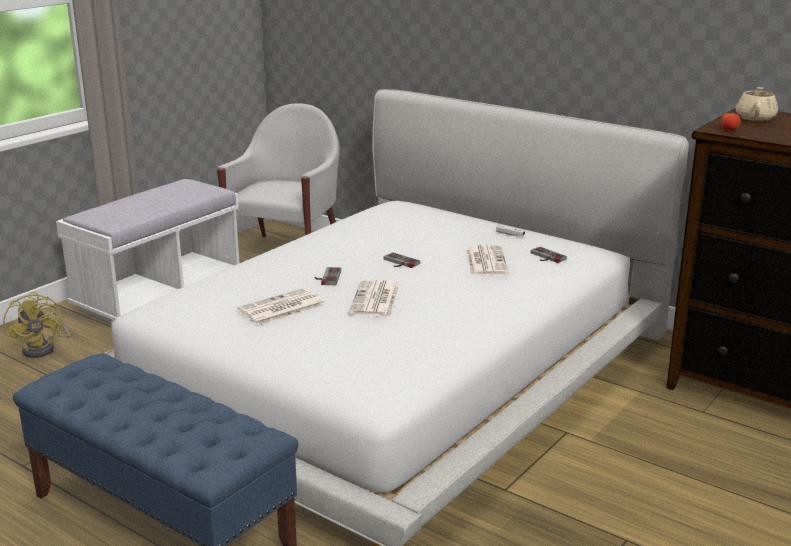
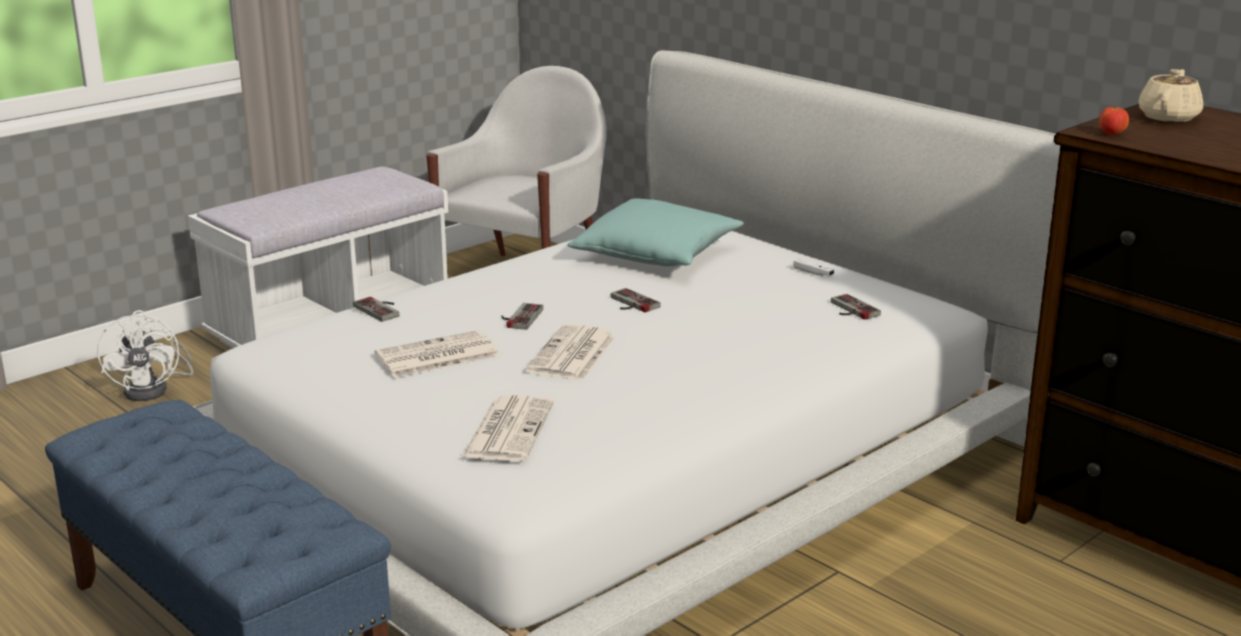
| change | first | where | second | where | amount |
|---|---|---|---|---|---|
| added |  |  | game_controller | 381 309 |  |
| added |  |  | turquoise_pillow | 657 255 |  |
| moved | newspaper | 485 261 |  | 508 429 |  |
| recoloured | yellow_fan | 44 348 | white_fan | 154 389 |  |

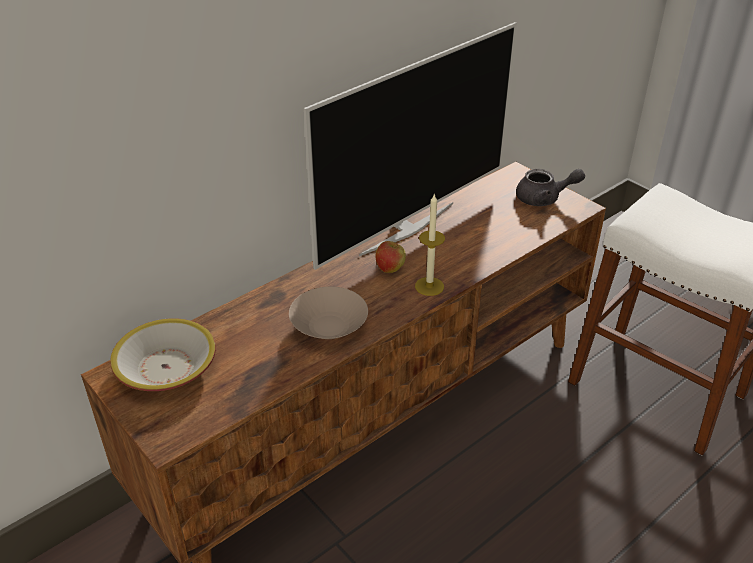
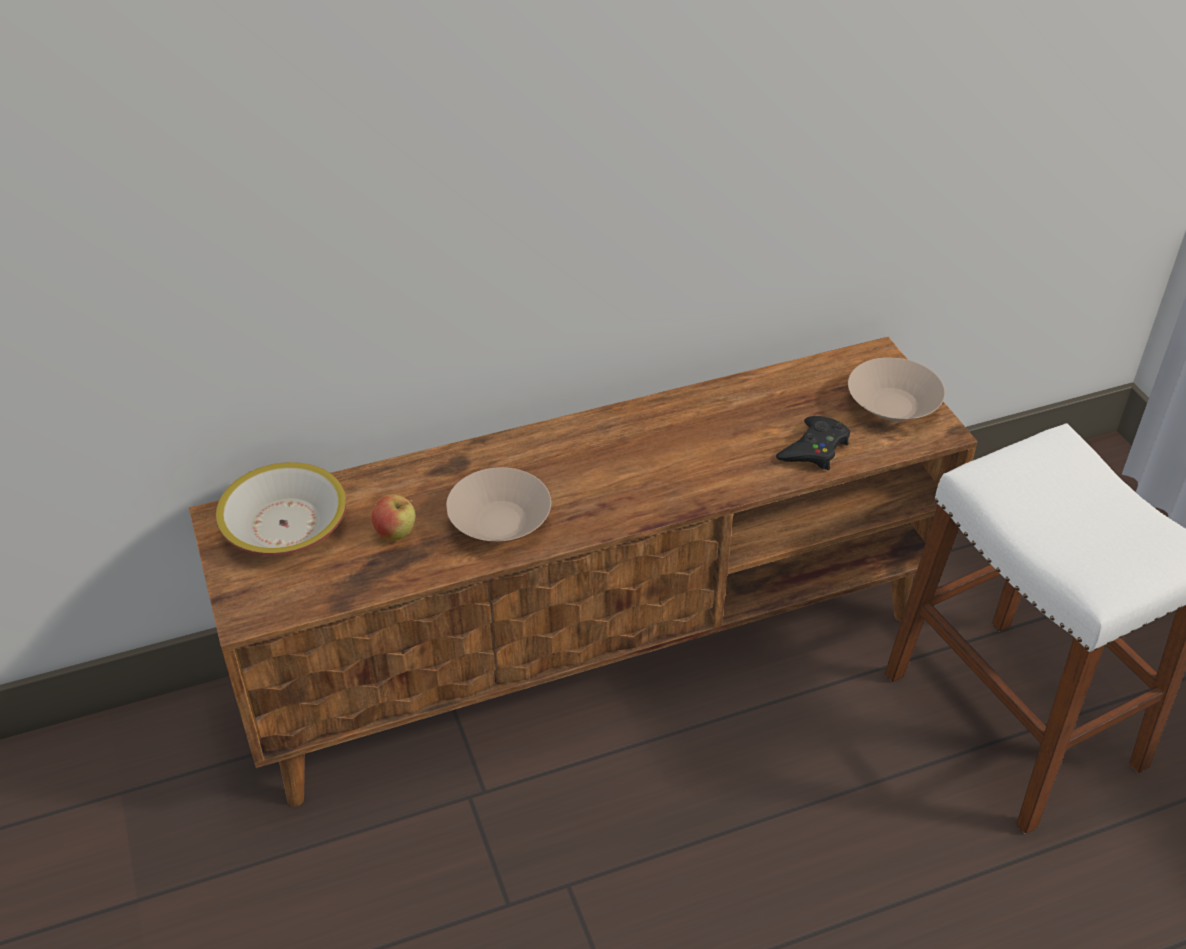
| change | first | where | second | where | amount |
|---|---|---|---|---|---|
| removed | television | 406 228 |  |  |  |
| removed | candle | 429 286 |  |  |  |
| added |  |  | black_game_controller | 814 449 |  |
| moved | apple | 390 269 |  | 396 534 |  |
| replaced | grey_teapot | 544 199 | beige_bowl | 893 406 |  |

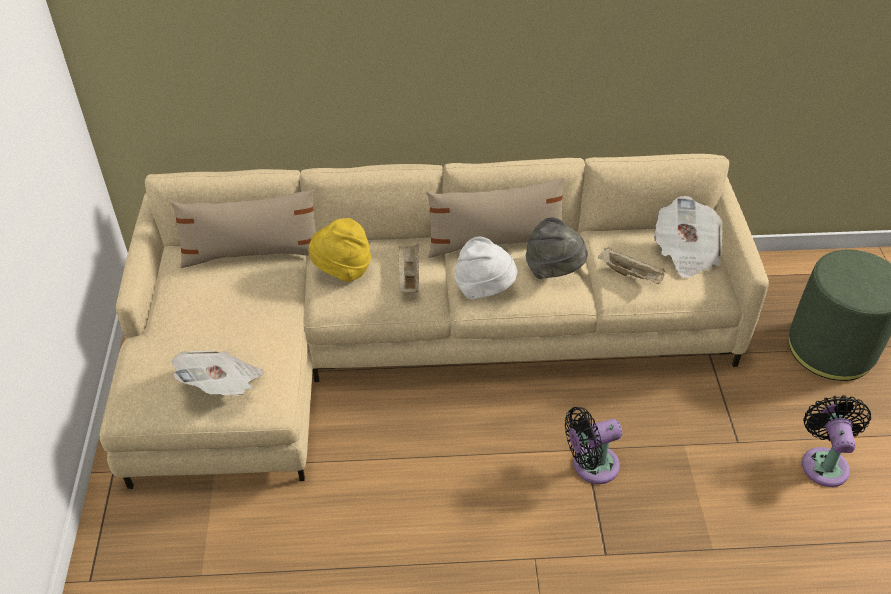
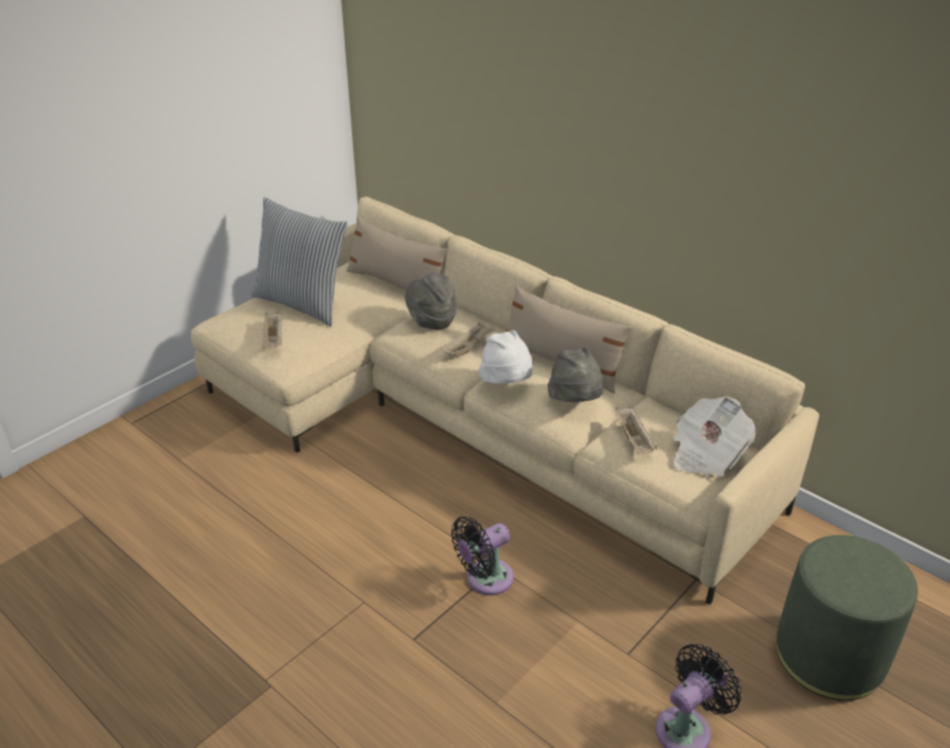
| change | first | where | second | where | amount |
|---|---|---|---|---|---|
| added |  |  | pillow | 302 303 |  |
| replaced | newspaper | 222 386 | beige_tray | 273 339 |  |
| recoloured | yellow_hat | 342 270 | grey_hat | 431 321 |  |
| turned | black_fan | 591 466 |  | 485 579 | 60 degrees counterclockwise |

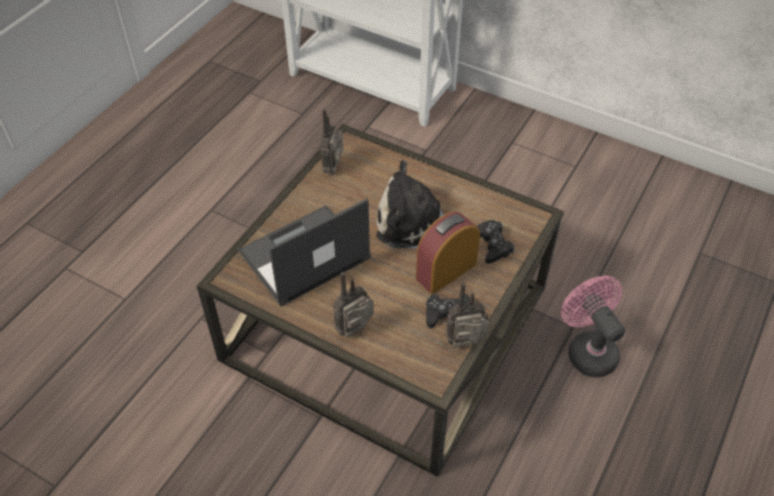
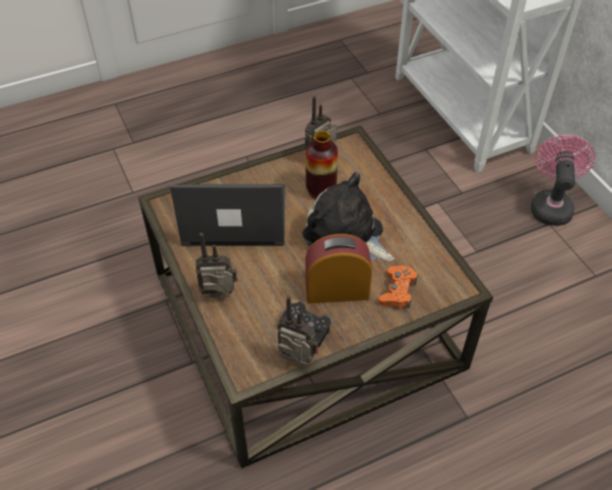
| change | first | where | second | where | amount |
|---|---|---|---|---|---|
| added |  |  | vase | 321 190 |  |
| moved | pink_fan | 587 350 |  | 550 205 |  |
| recoloured | black_game_controller | 492 245 | orange_game_controller | 397 291 |  |

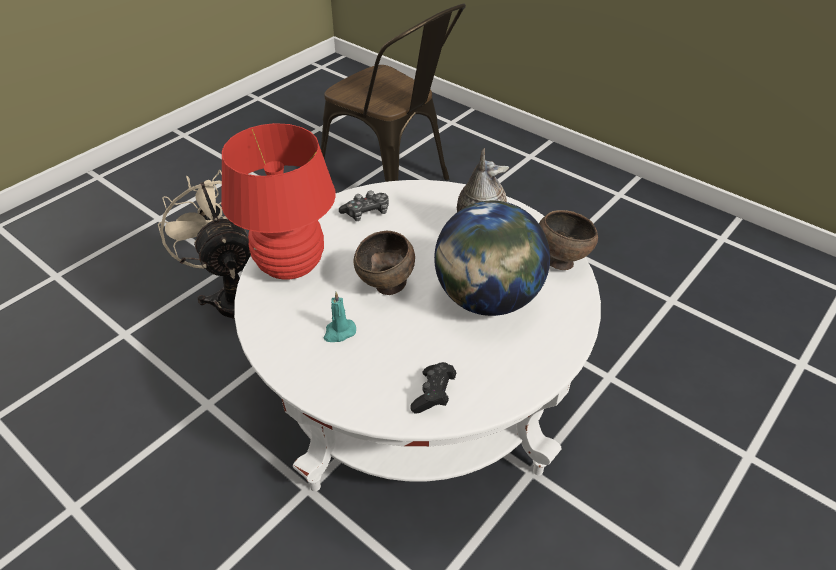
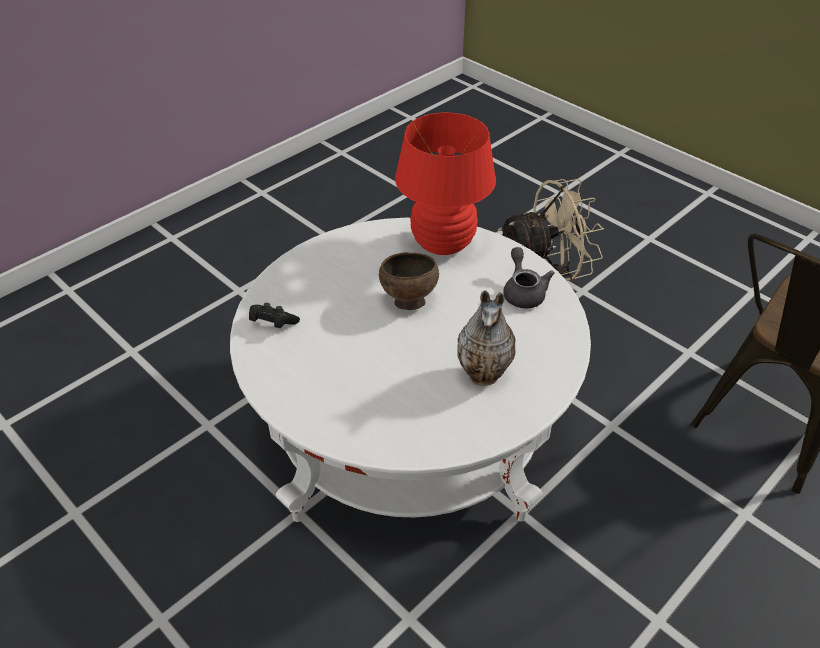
| change | first | where | second | where | amount |
|---|---|---|---|---|---|
| removed | turquoise_candle | 339 332 |  |  |  |
| removed | globe | 487 299 |  |  |  |
| removed | brown_bowl | 561 261 |  |  |  |
| replaced | game_controller | 366 212 | grey_teapot | 523 292 |  |

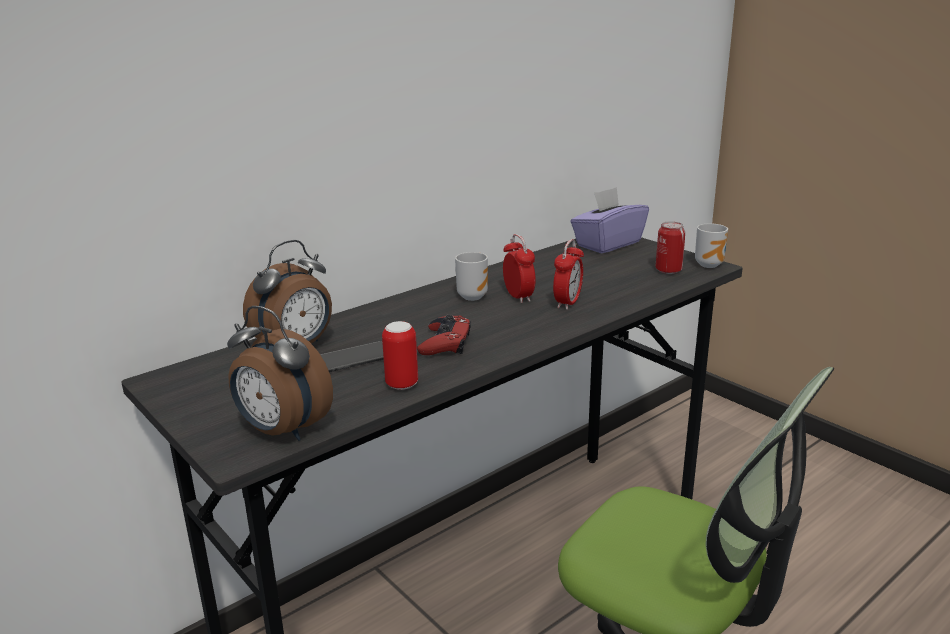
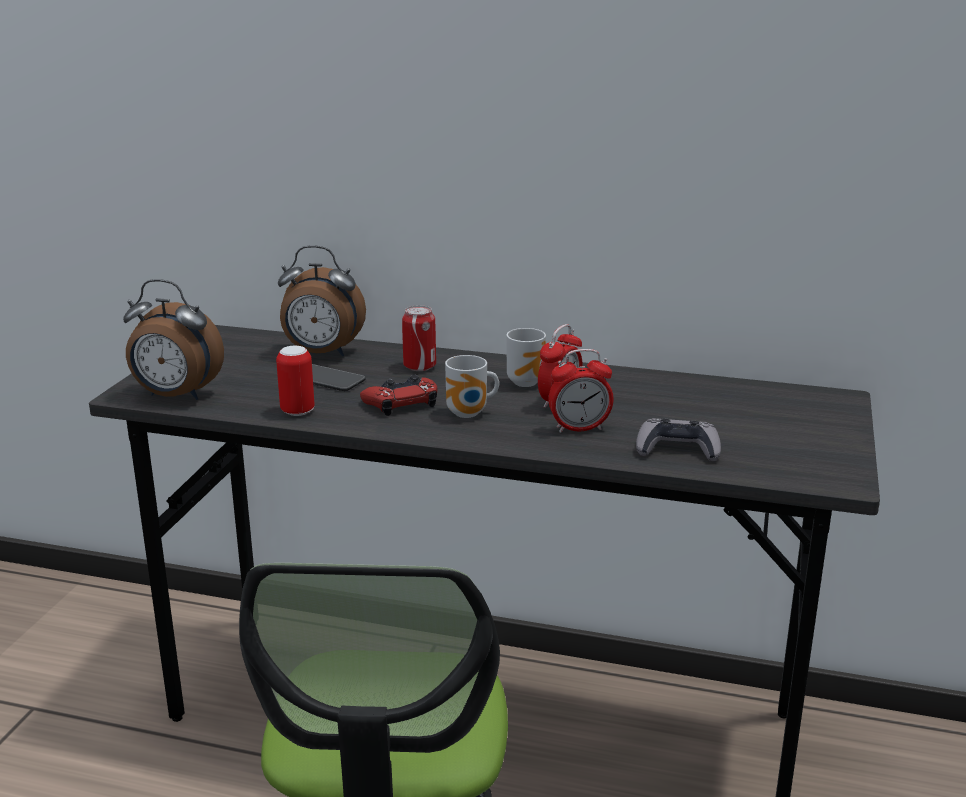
| change | first | where | second | where | amount |
|---|---|---|---|---|---|
| removed | purple_tissue_box | 607 244 |  |  |  |
| added |  |  | grey_game_controller | 677 449 |  |
| moved | can | 668 270 |  | 419 366 |  |
| moved | mug | 710 264 |  | 470 414 |  |
| turned | alarm_clock | 281 431 |  | 176 396 | 75 degrees counterclockwise |

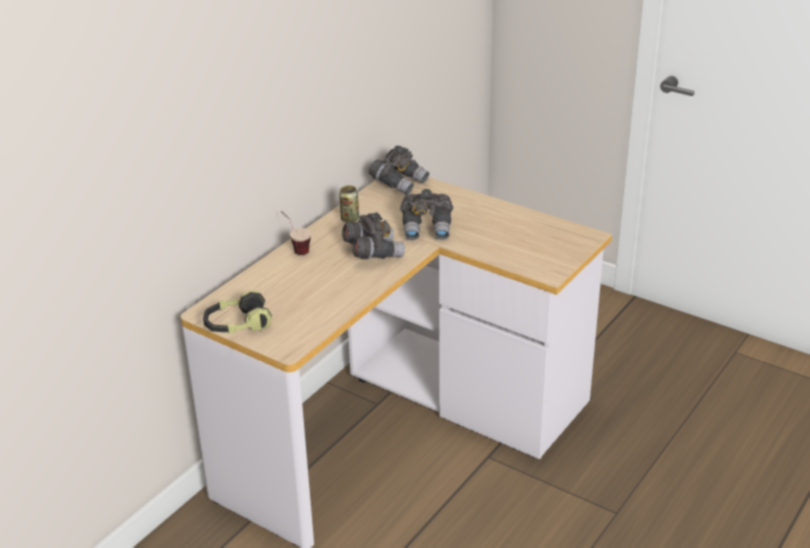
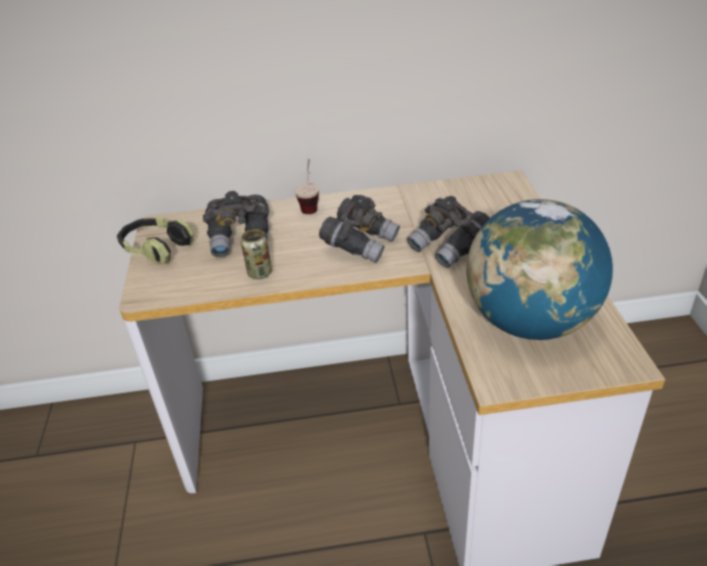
| change | first | where | second | where | amount |
|---|---|---|---|---|---|
| added |  |  | globe | 530 322 |  |
| moved | can | 349 219 |  | 259 273 |  |
| moved | grey_binoculars | 399 183 |  | 241 239 |  |

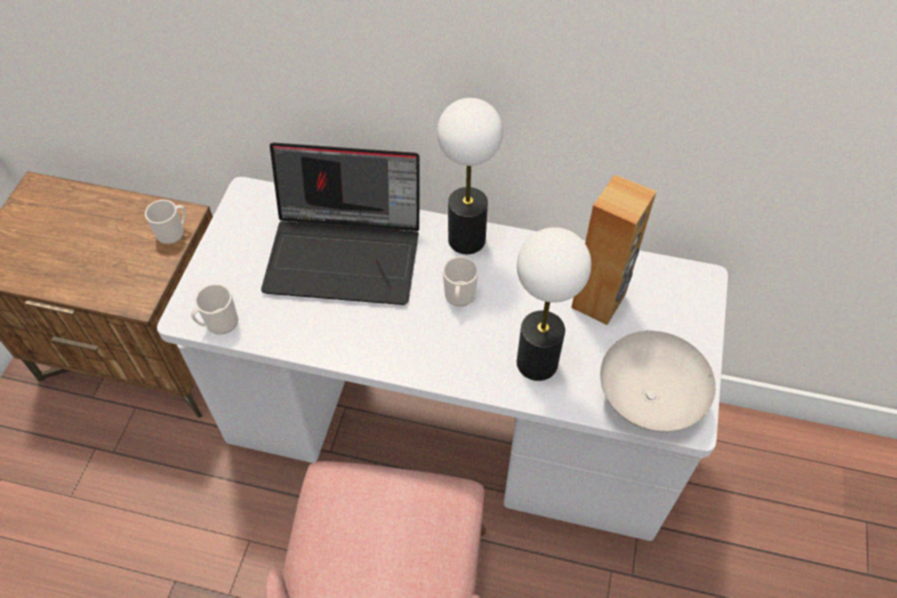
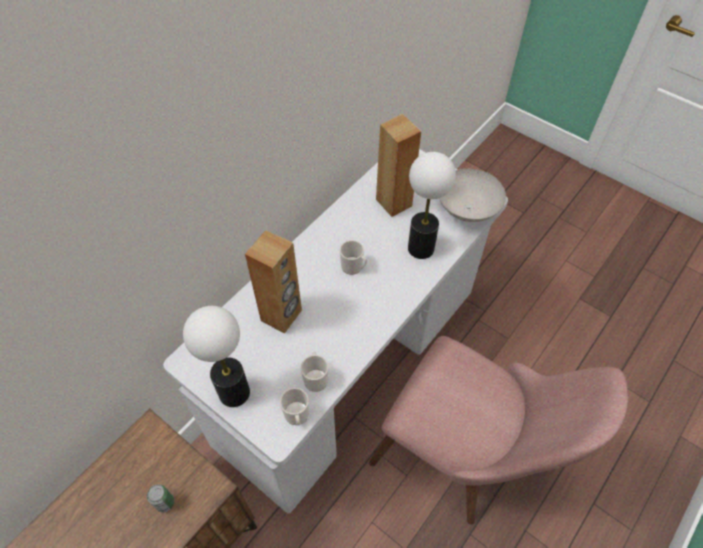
| change | first | where | second | where | amount |
|---|---|---|---|---|---|
| added |  |  | can | 165 503 |  |
| moved | mug | 173 232 |  | 315 378 |  |
| moved | table_lamp | 467 240 |  | 235 392 |  |
| replaced | laptop | 347 253 | brown_speaker | 282 315 |  |

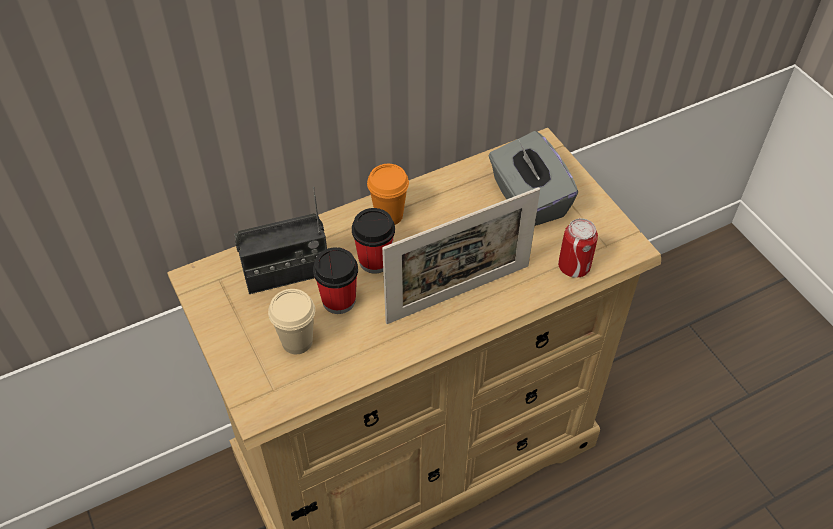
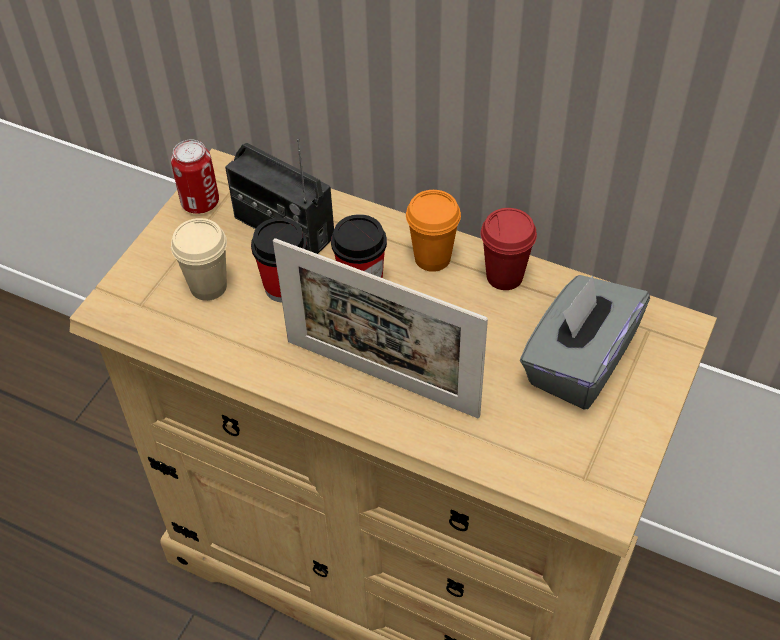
| change | first | where | second | where | amount |
|---|---|---|---|---|---|
| added |  |  | red_cup | 504 276 |  |
| moved | can | 574 267 |  | 200 202 |  |

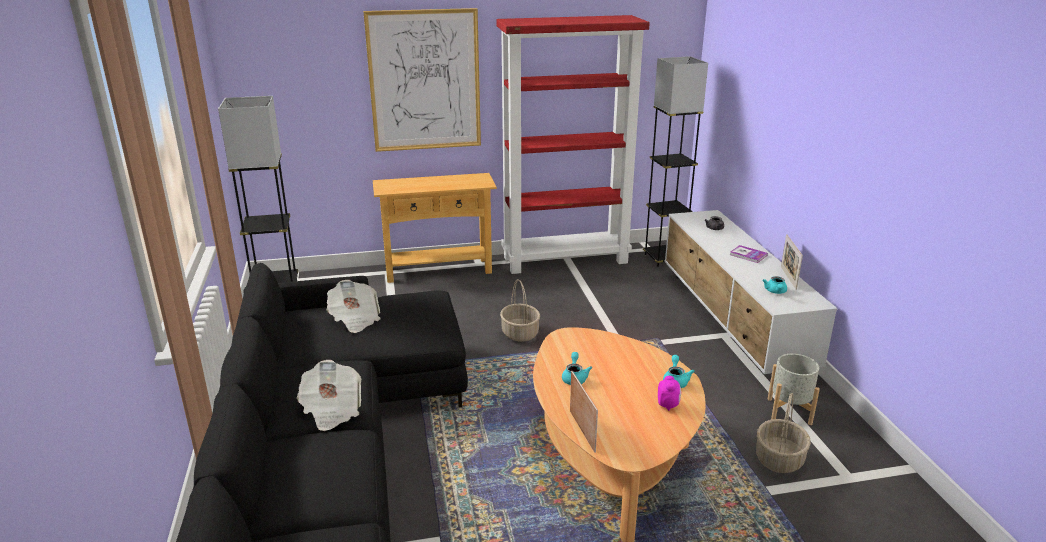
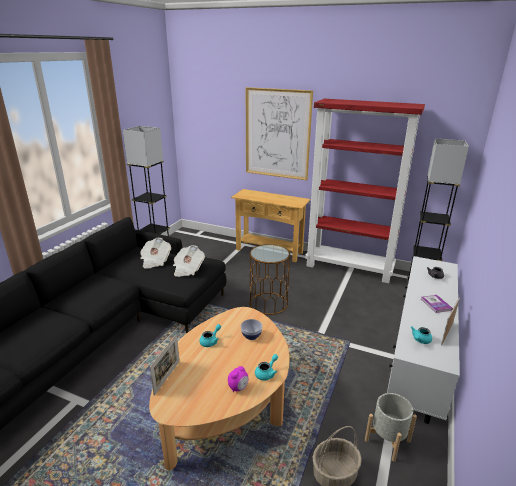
| change | first | where | second | where | amount |
|---|---|---|---|---|---|
| added |  |  | bowl | 251 336 |  |
| moved | newspaper | 332 410 |  | 188 269 |  |
| replaced | basket | 519 333 | brown_side_table | 268 303 |  |

